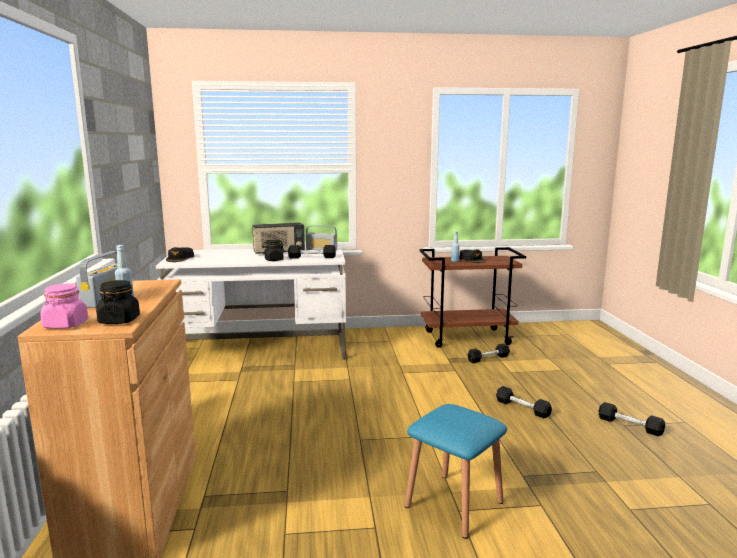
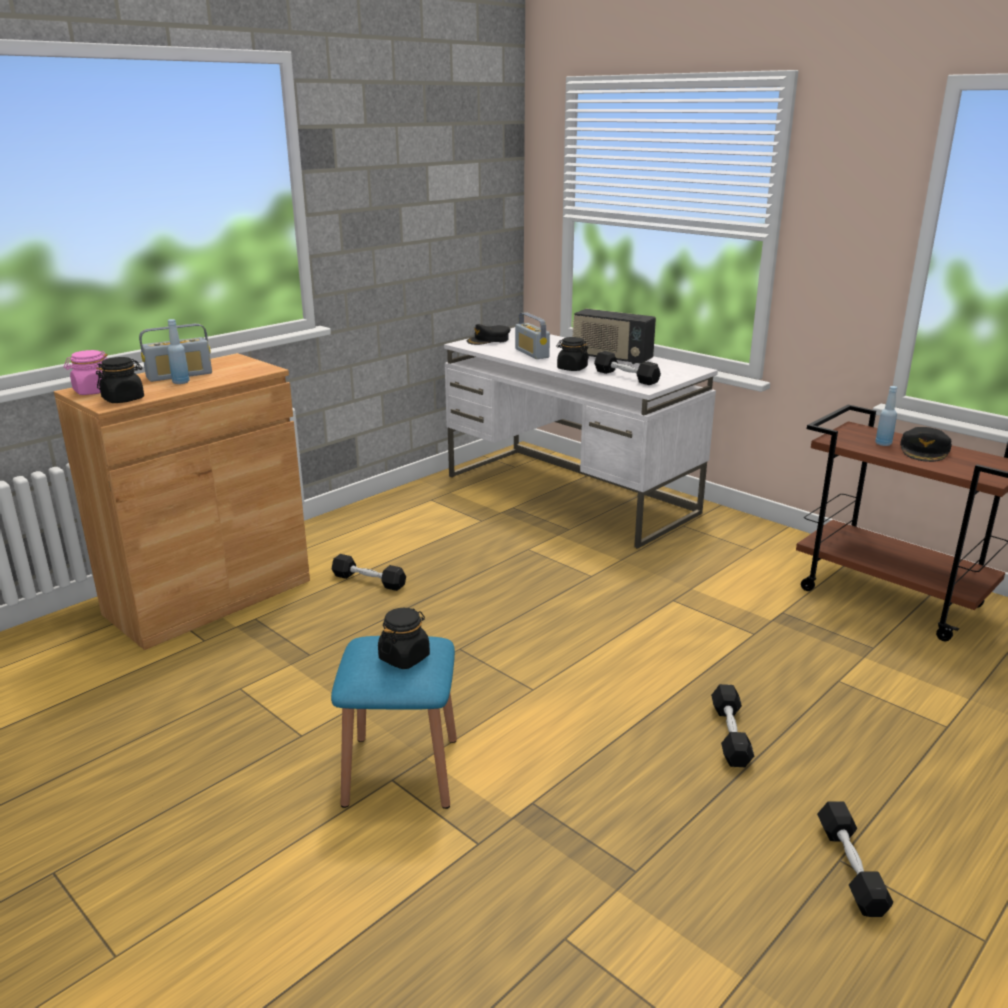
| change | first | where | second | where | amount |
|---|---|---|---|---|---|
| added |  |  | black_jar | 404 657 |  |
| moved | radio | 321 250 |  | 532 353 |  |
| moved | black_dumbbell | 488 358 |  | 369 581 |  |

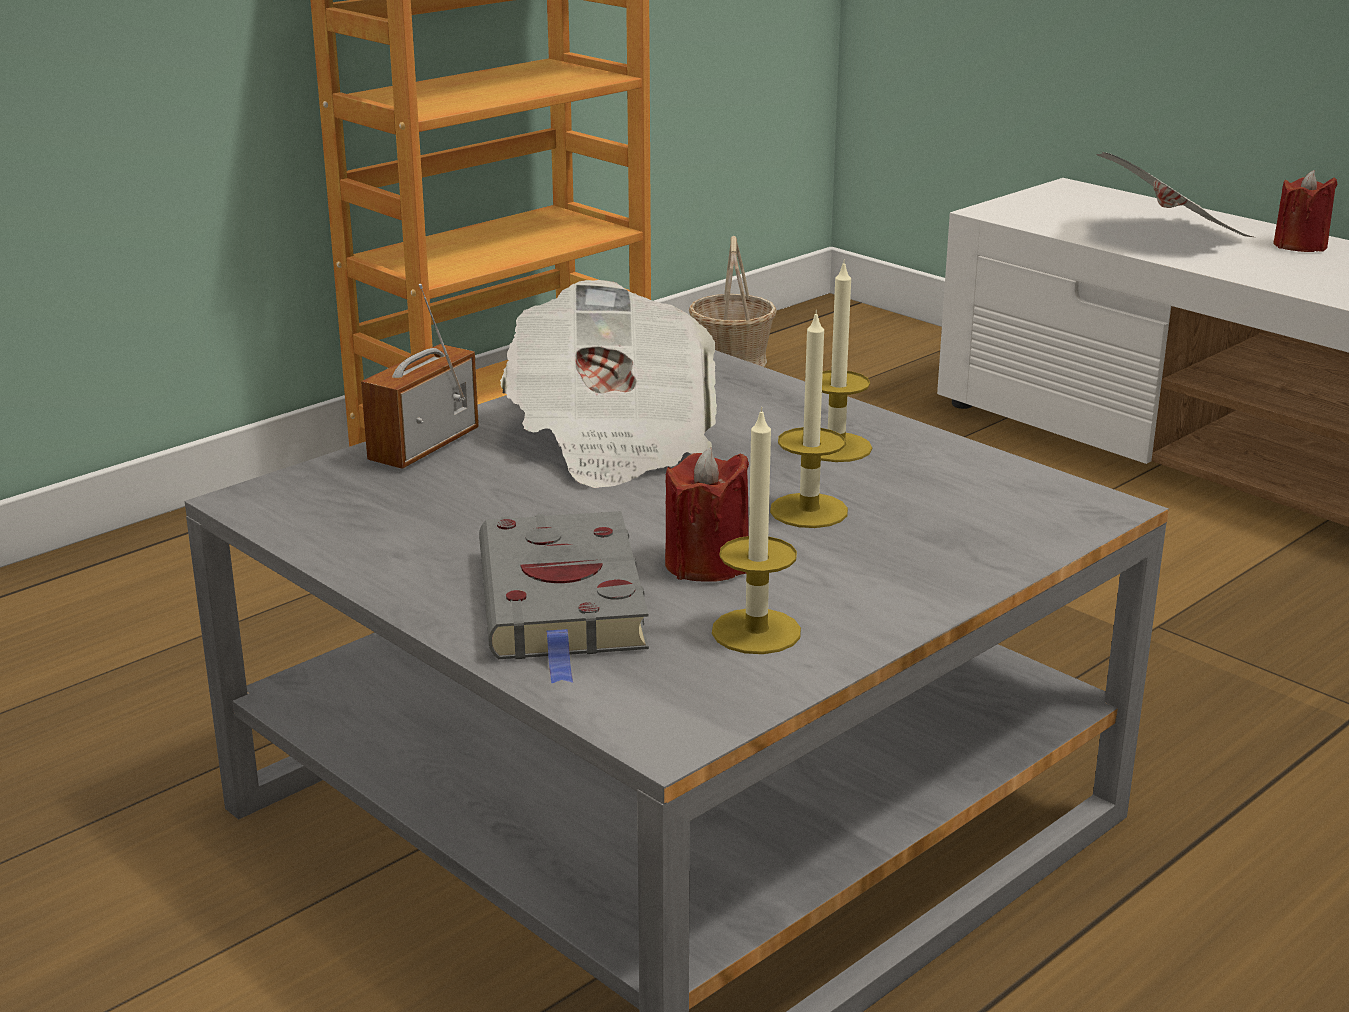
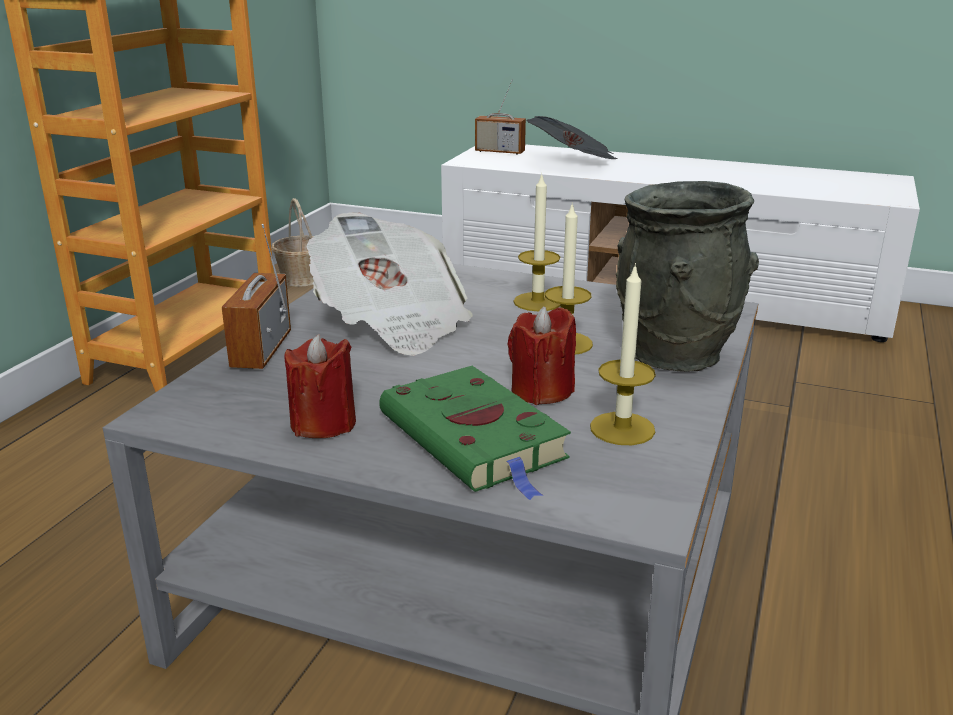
| change | first | where | second | where | amount |
|---|---|---|---|---|---|
| added |  |  | radio | 500 152 |  |
| added |  |  | grey_vase | 676 354 |  |
| moved | red_candle | 1300 246 |  | 323 424 |  |
| recoloured | grey_book | 563 603 | green_book | 476 440 |  |

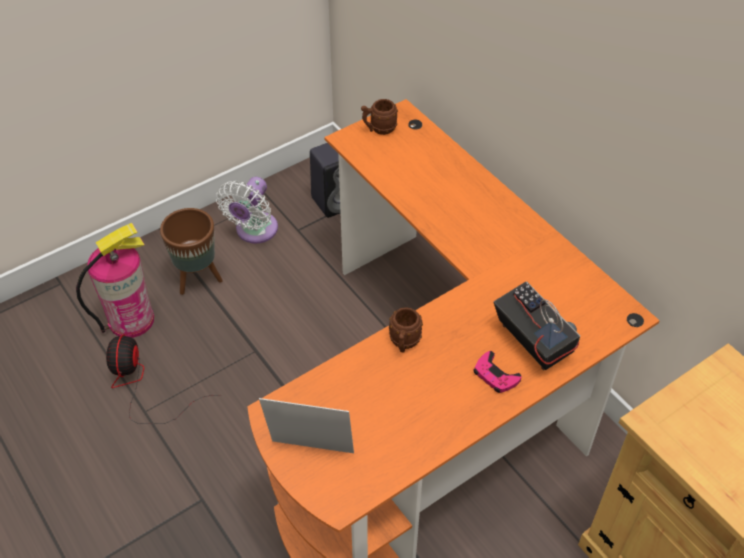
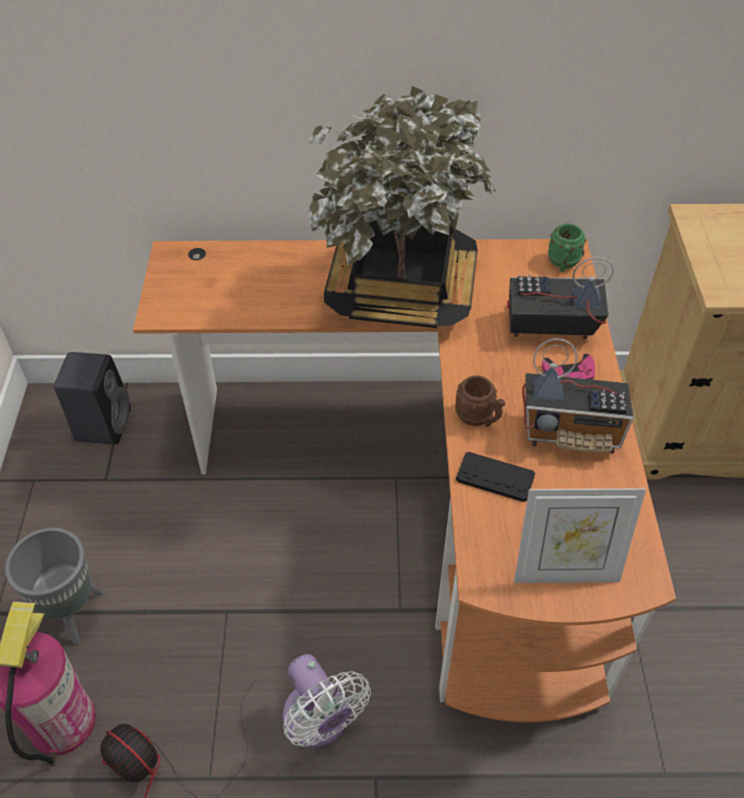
| change | first | where | second | where | amount |
|---|---|---|---|---|---|
| removed | brown_mug | 379 129 |  |  |  |
| added |  |  | potted_plant | 400 290 |  |
| added |  |  | black_game_controller | 495 478 |  |
| added |  |  | radio | 571 432 |  |
| added |  |  | green_mug | 562 264 |  |
| moved | white_fan | 254 231 |  | 319 721 |  |
| recoloured | brown_planter | 198 279 | grey_planter | 74 614 |  |
| turned | picture_frame | 311 454 |  | 565 572 | 135 degrees counterclockwise |

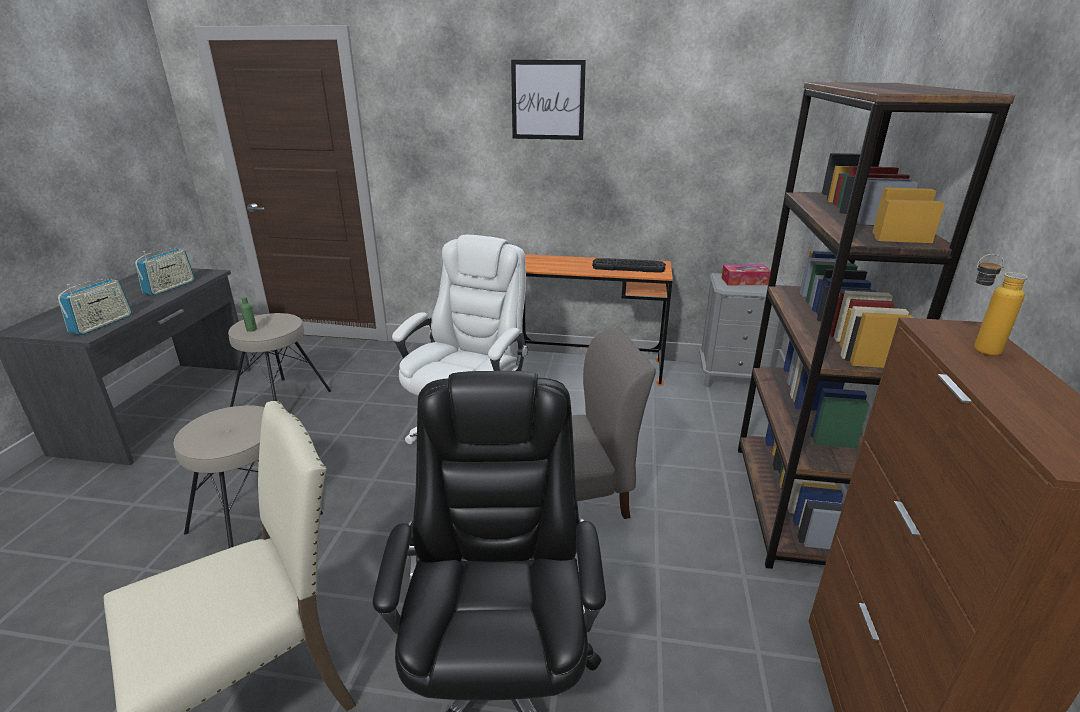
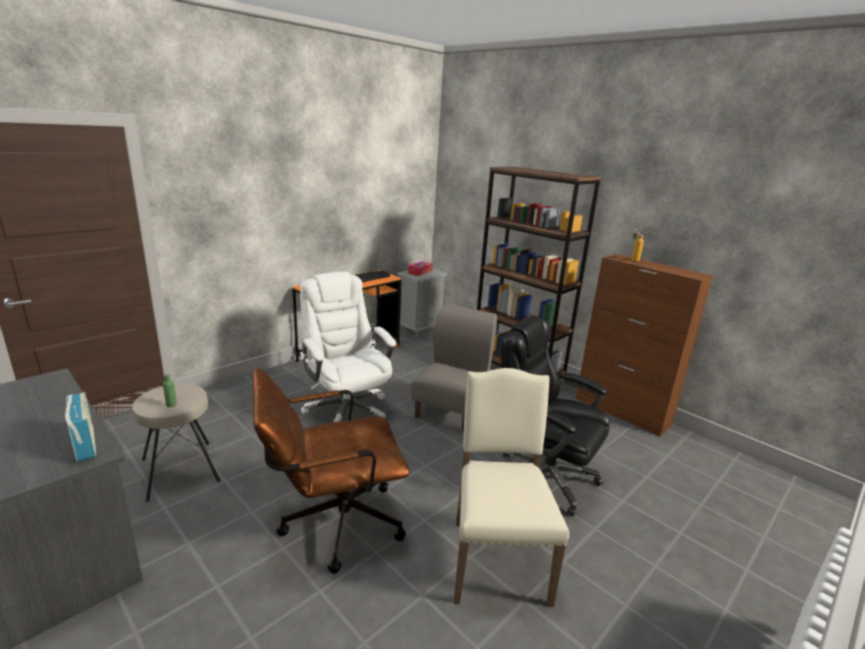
| change | first | where | second | where | amount |
|---|---|---|---|---|---|
| removed | radio | 170 288 |  |  |  |
| removed | picture | 548 100 |  |  |  |
| replaced | beige_stool | 254 522 | brown_office_chair | 331 524 |  |

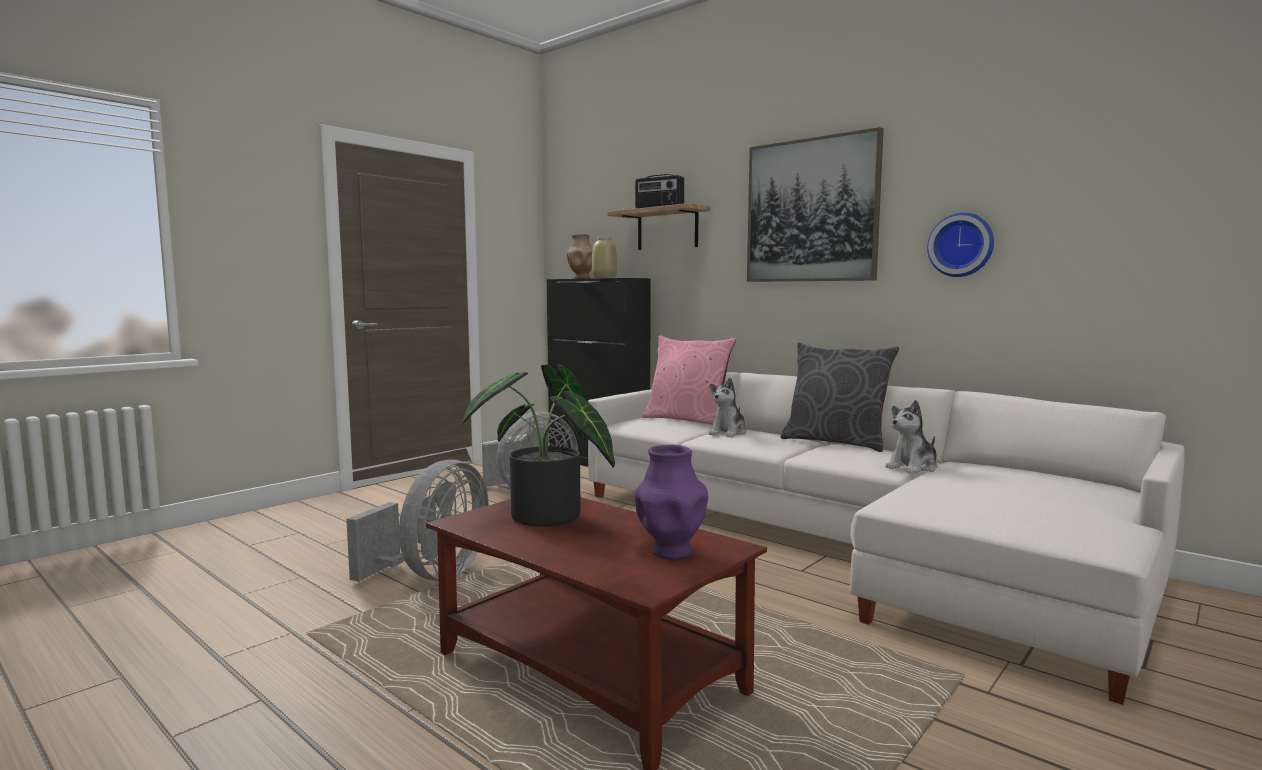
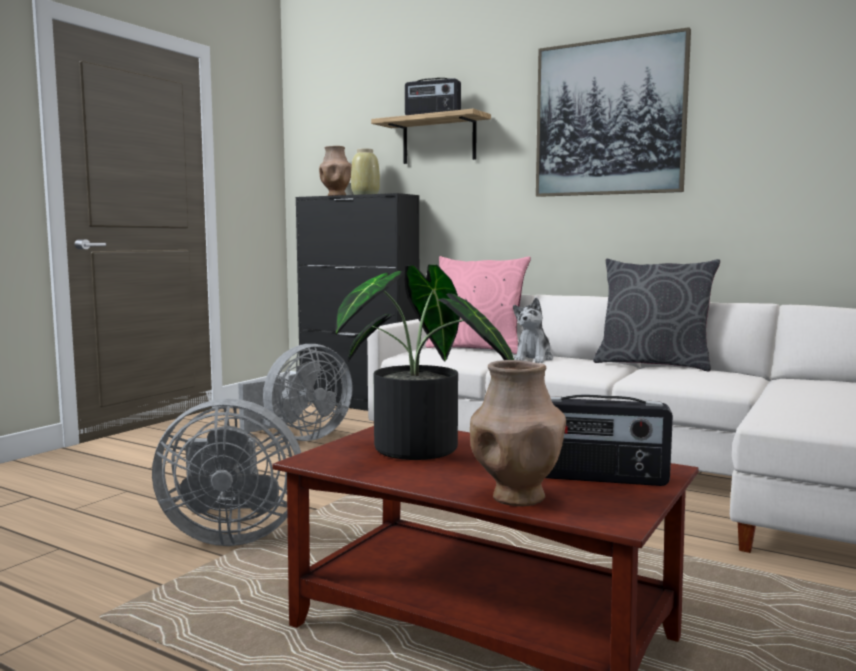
| change | first | where | second | where | amount |
|---|---|---|---|---|---|
| removed | plush_toy | 913 467 |  |  |  |
| removed | wall_clock | 961 245 |  |  |  |
| added |  |  | brown_vase | 516 497 |  |
| replaced | purple_vase | 670 552 | radio | 600 478 |  |
| turned | grey_fan | 433 575 |  | 230 535 | 75 degrees clockwise |

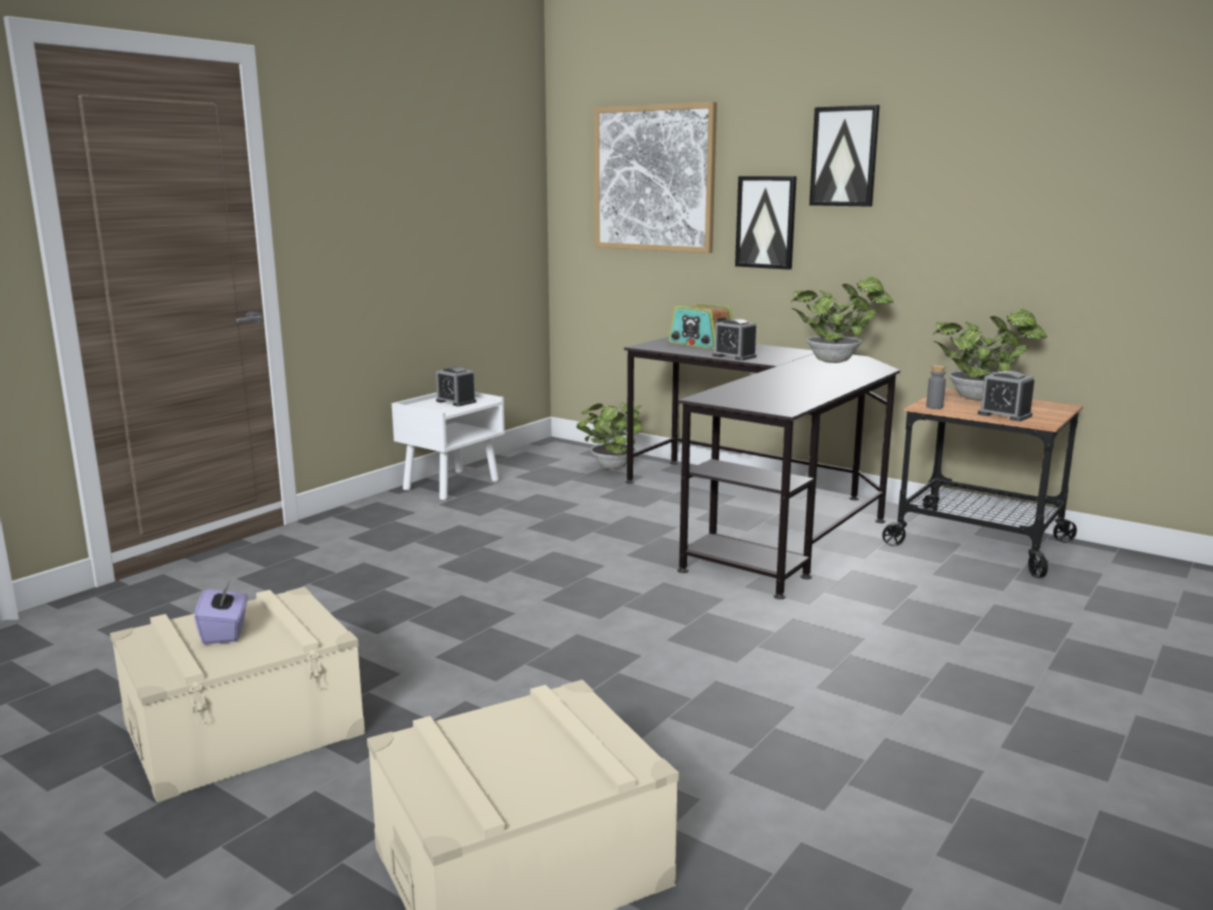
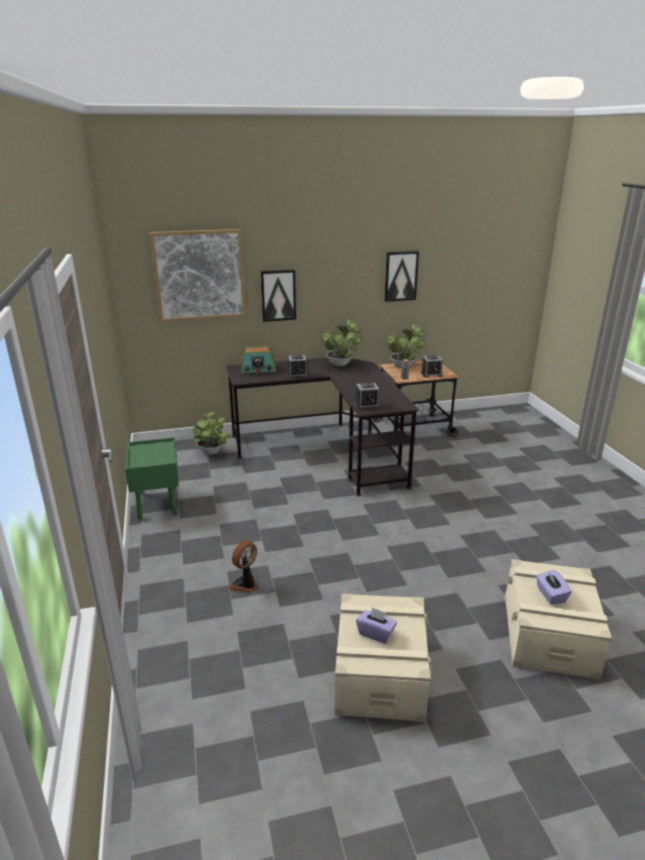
| change | first | where | second | where | amount |
|---|---|---|---|---|---|
| added |  |  | fan | 245 584 |  |
| added |  |  | purple_tissue_box | 550 595 |  |
| moved | alarm_clock | 456 401 |  | 367 405 |  |
| moved | picture | 844 156 |  | 401 276 |  |
| recoloured | white_nightstand | 452 485 | green_nightstand | 157 503 |  |

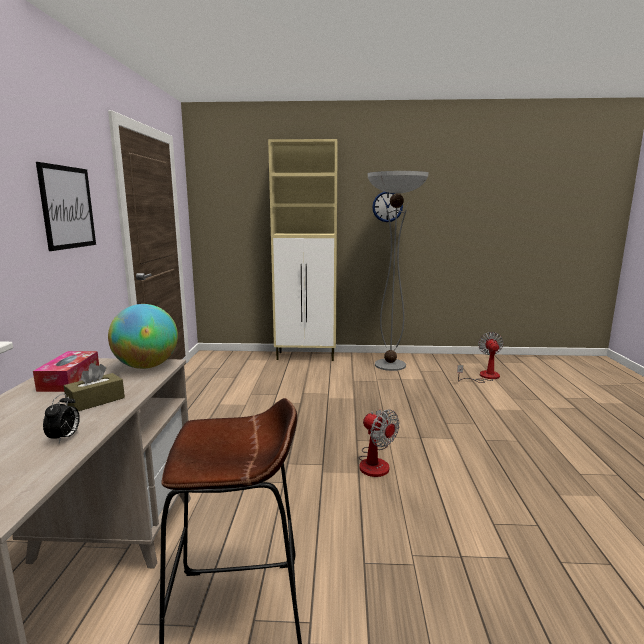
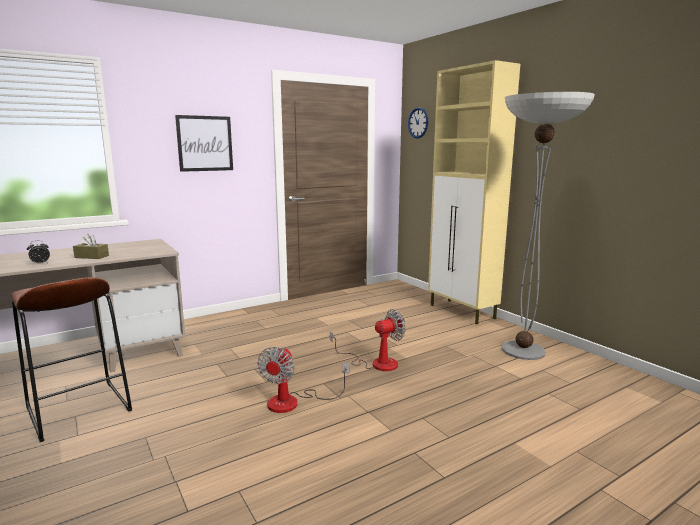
| change | first | where | second | where | amount |
|---|---|---|---|---|---|
| removed | tissue_box | 70 379 |  |  |  |
| removed | globe | 147 366 |  |  |  |
| moved | wall_clock | 387 206 |  | 418 123 |  |
| moved | fan | 484 377 |  | 375 363 |  |

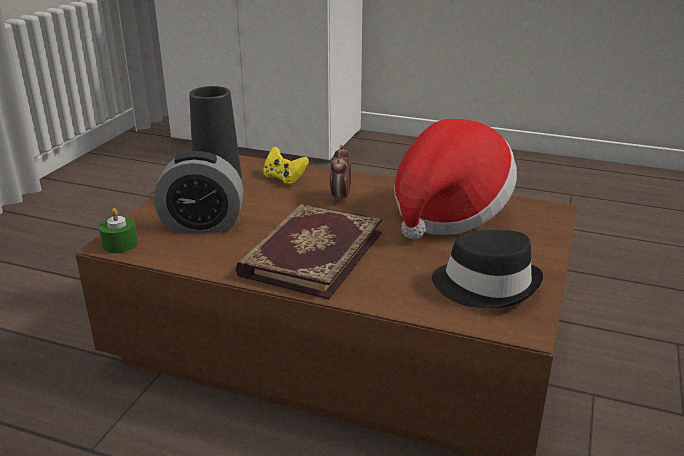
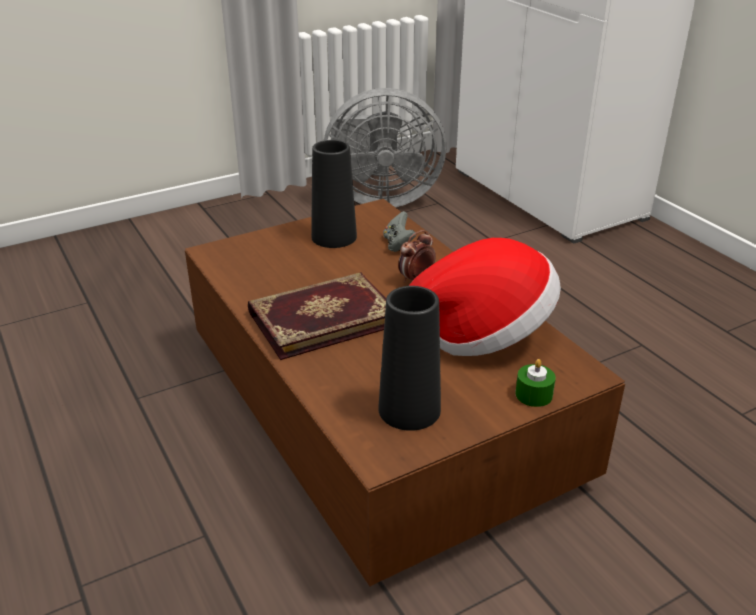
| change | first | where | second | where | amount |
|---|---|---|---|---|---|
| removed | alarm_clock | 202 225 |  |  |  |
| added |  |  | grey_fan | 379 198 |  |
| moved | green_candle | 120 244 |  | 534 394 |  |
| replaced | black_hat | 486 285 | black_vase | 409 409 |  |
| recoloured | yellow_game_controller | 284 178 | grey_game_controller | 398 244 |  |

